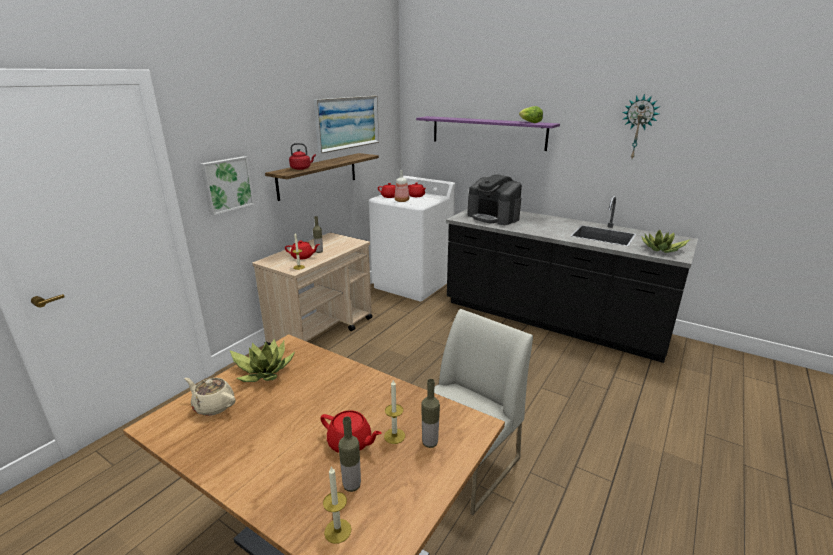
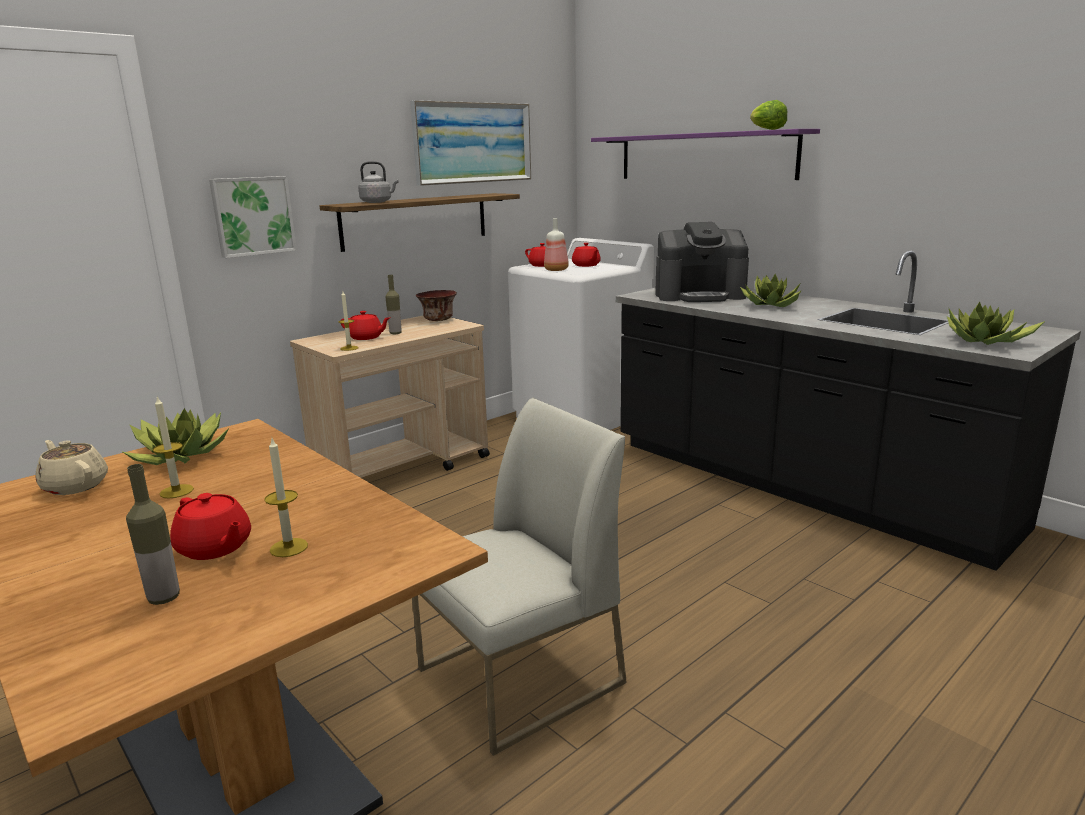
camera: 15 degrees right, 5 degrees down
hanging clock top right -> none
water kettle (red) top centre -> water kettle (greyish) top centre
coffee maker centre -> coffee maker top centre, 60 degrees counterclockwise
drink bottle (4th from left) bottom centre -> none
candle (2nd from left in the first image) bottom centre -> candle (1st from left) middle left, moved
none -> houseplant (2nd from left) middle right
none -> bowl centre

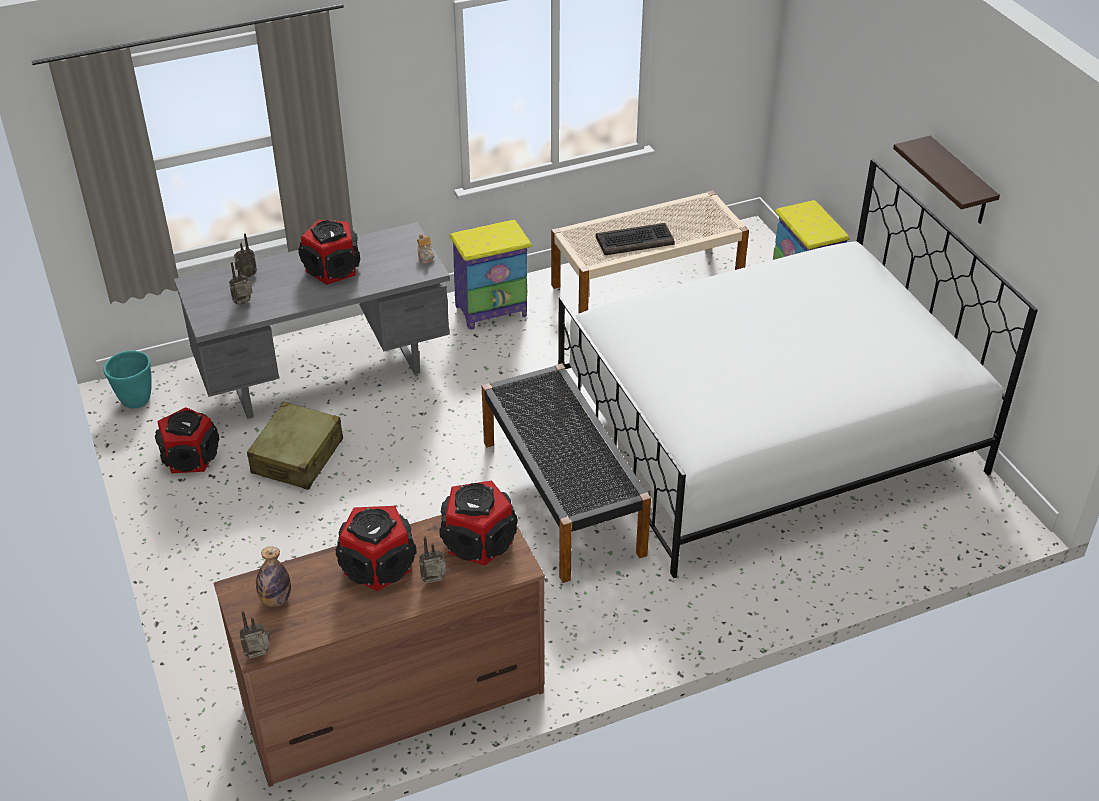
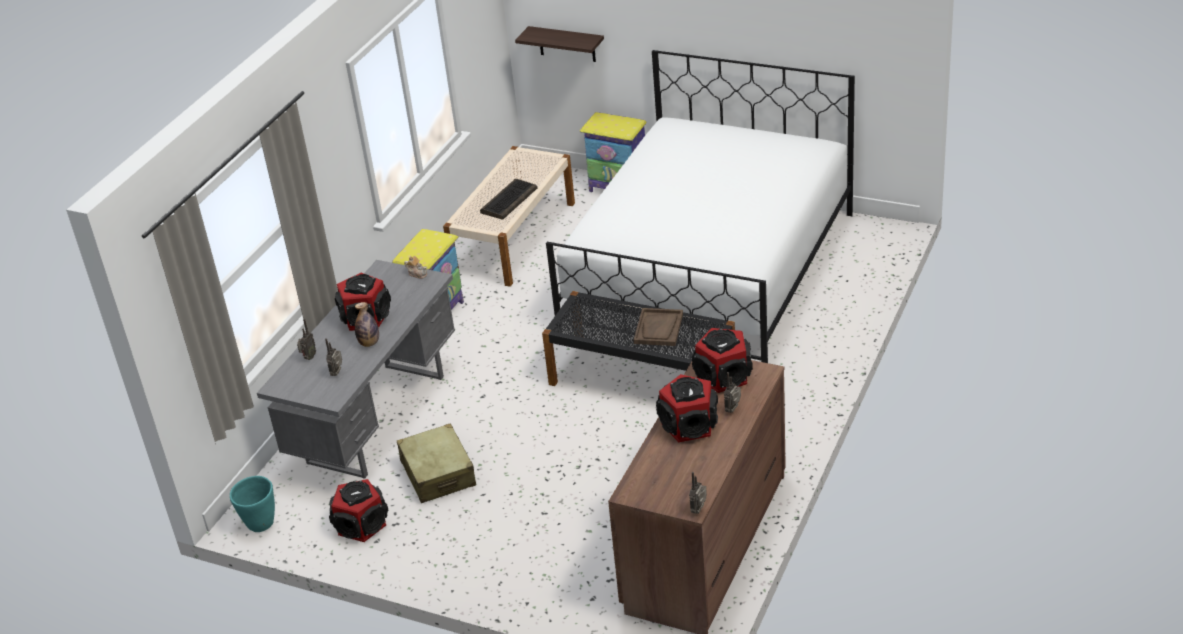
camera: 40 degrees left, 5 degrees down
wall shelf top right -> wall shelf top centre, moved
drink bottle bottom left -> drink bottle middle left, moved
none -> carrying tray (brown-coloured) centre

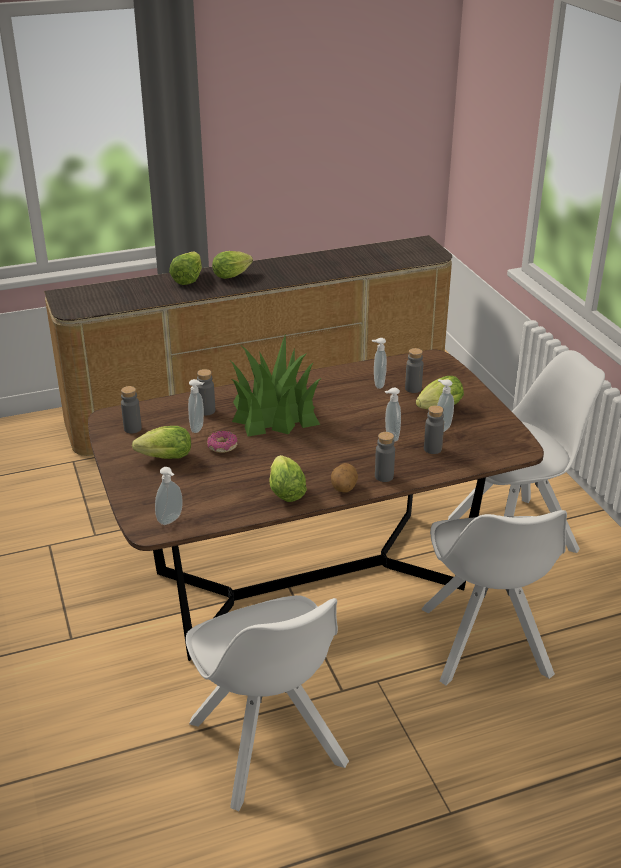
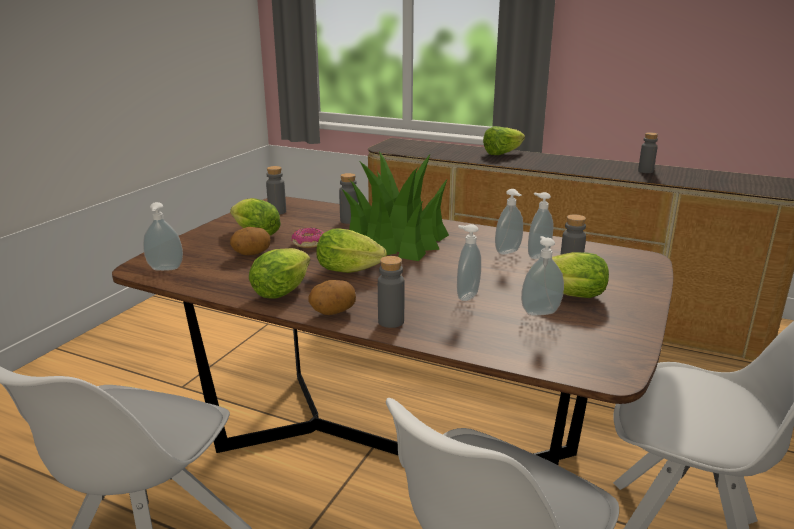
camera: 45 degrees right, 10 degrees down
lettuce (3rd from left) top centre -> lettuce (3rd from left) centre, moved
soap bottle (2nd from left in the first image) middle left -> soap bottle (3rd from left) centre, moved
drink bottle (greyish) (5th from left) middle right -> drink bottle (greyish) (5th from left) top right, moved
none -> potato (1st from left) middle left

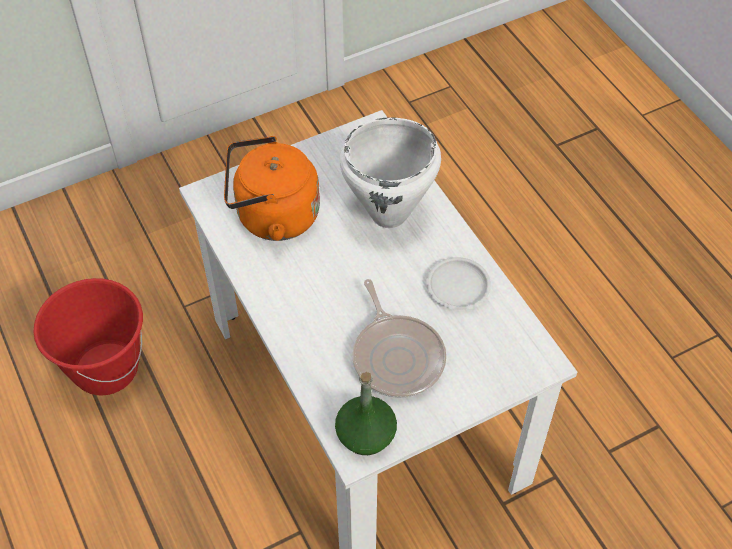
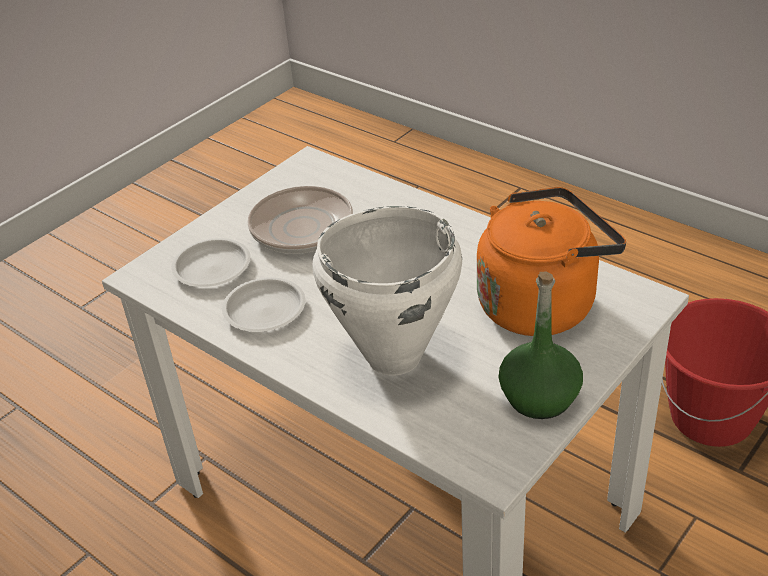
camera: 160 degrees right, 15 degrees down
drink bottle (green) bottom centre -> drink bottle (green) middle right, moved
none -> plate (white) (1st from left) middle left

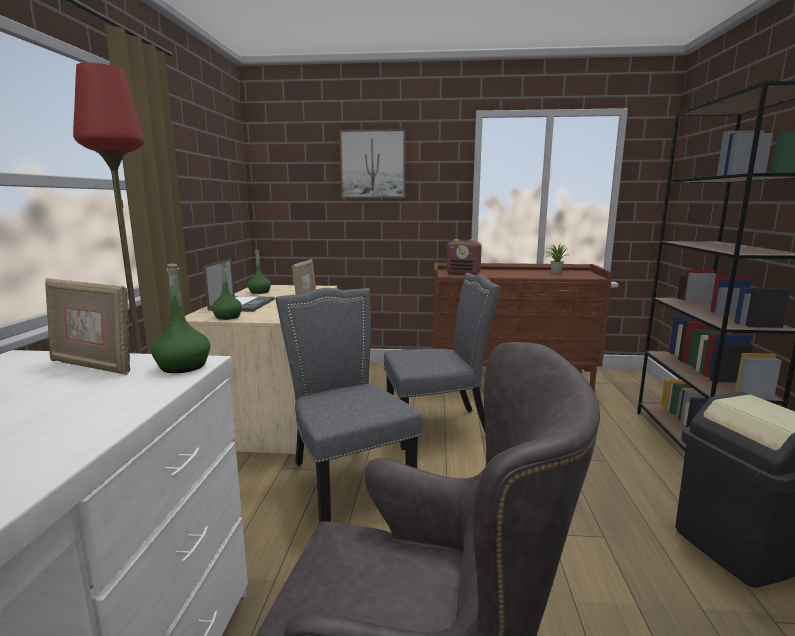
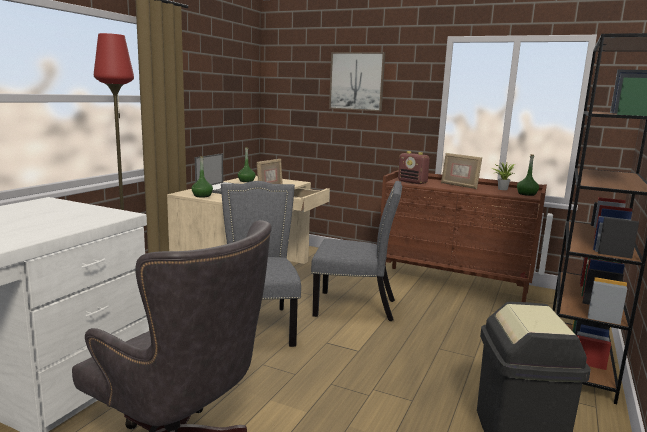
camera: 20 degrees right, 0 degrees up
drink bottle (green) (1st from left in the first image) middle left -> drink bottle (green) (3rd from left) middle right, moved
photo frame (1st from left in the first image) middle left -> photo frame (2nd from left) middle right, moved

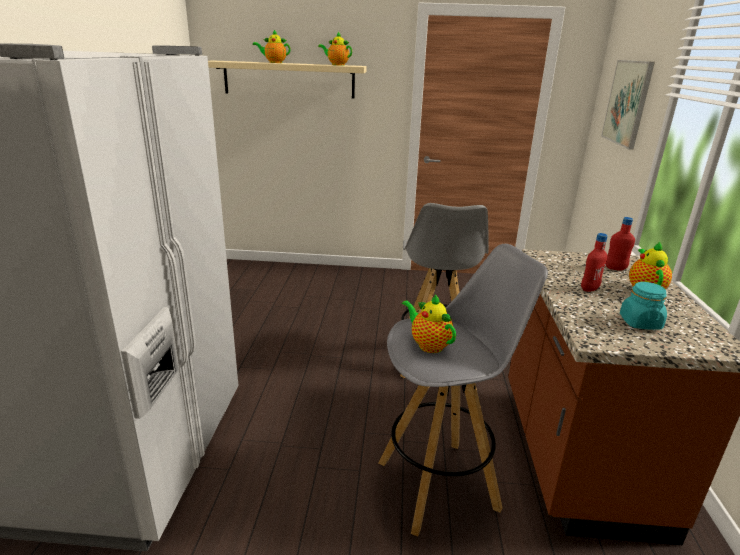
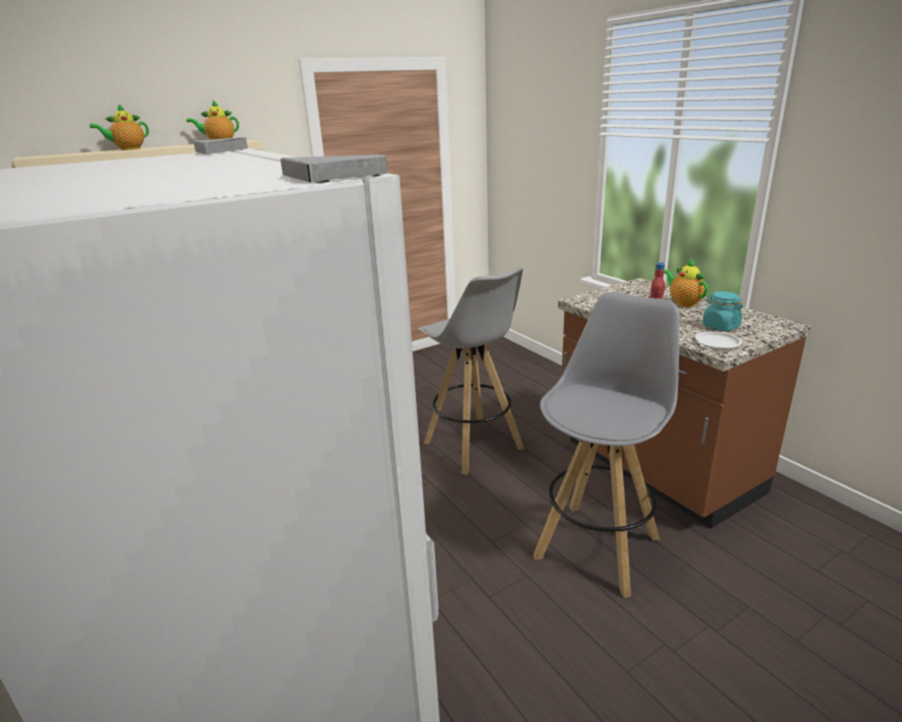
camera: 35 degrees left, 0 degrees up
wall art top right -> none
drink bottle (red) (2nd from left) middle right -> none
pot for tea (3rd from left) centre -> none
none -> plate (white) middle right

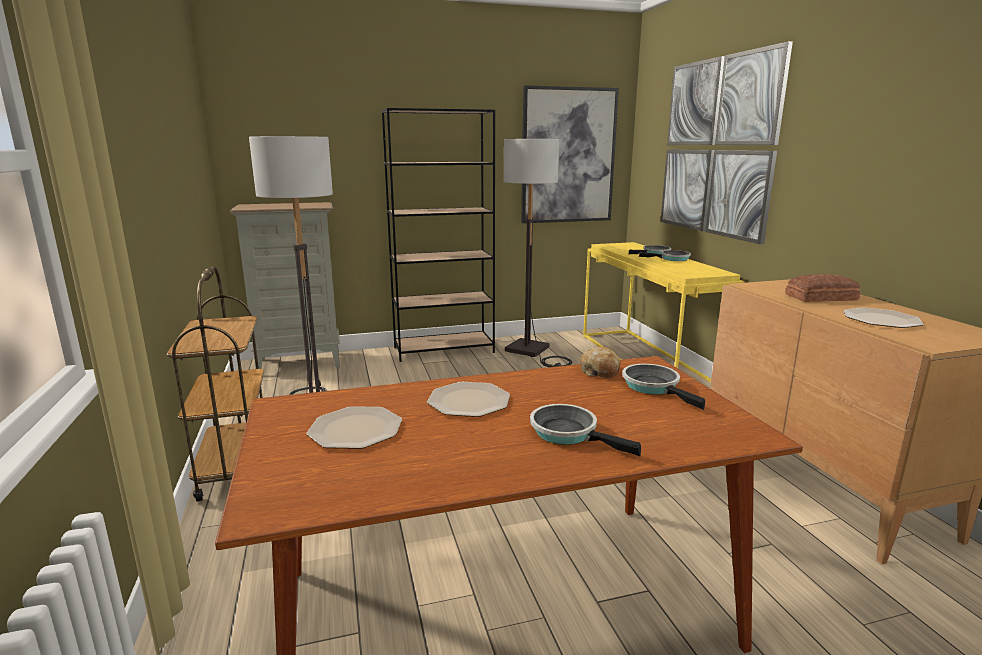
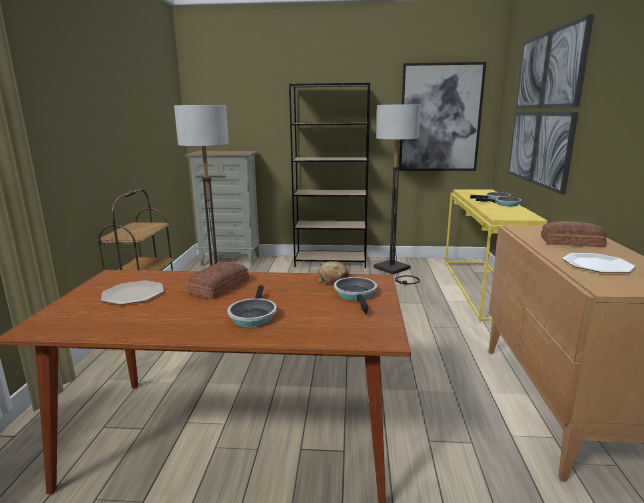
camera: 20 degrees right, 0 degrees up
plate (2nd from left) centre -> baked bread (1st from left) centre
skillet (1st from left) centre, 150 degrees counterclockwise

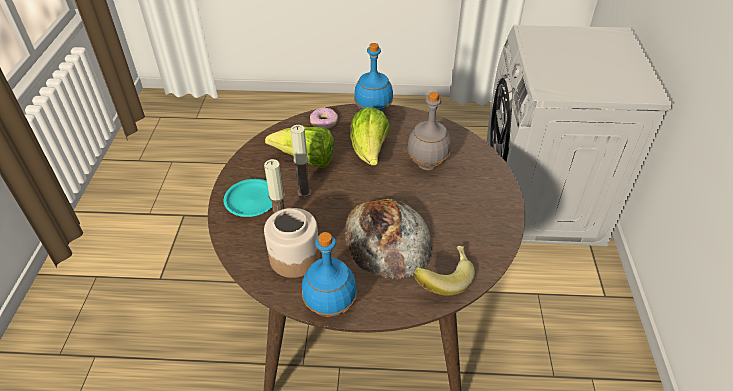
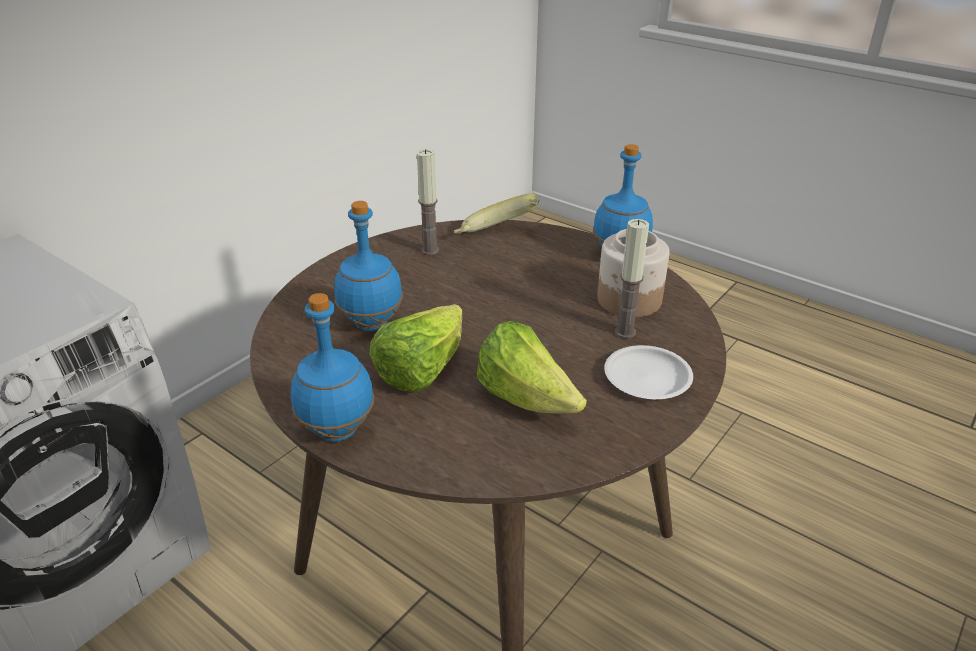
camera: 145 degrees left, 10 degrees down
drink bottle (greyish) centre -> drink bottle (blue-coloured) (2nd from left) centre
doughnut top centre -> none
candle (2nd from left in the first image) centre -> candle (1st from left) top centre, moved
plate (blue-green) centre -> plate (white) centre
baked bread centre -> none

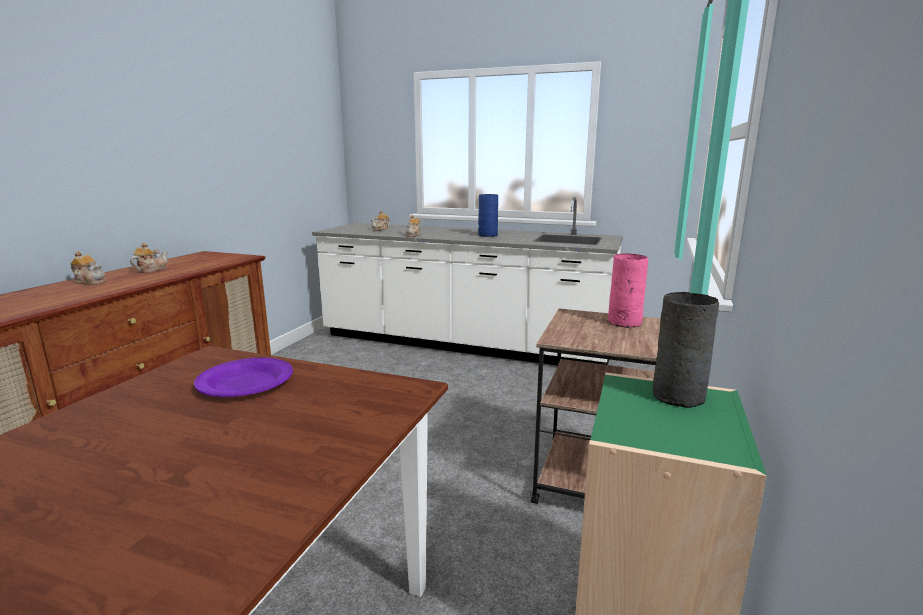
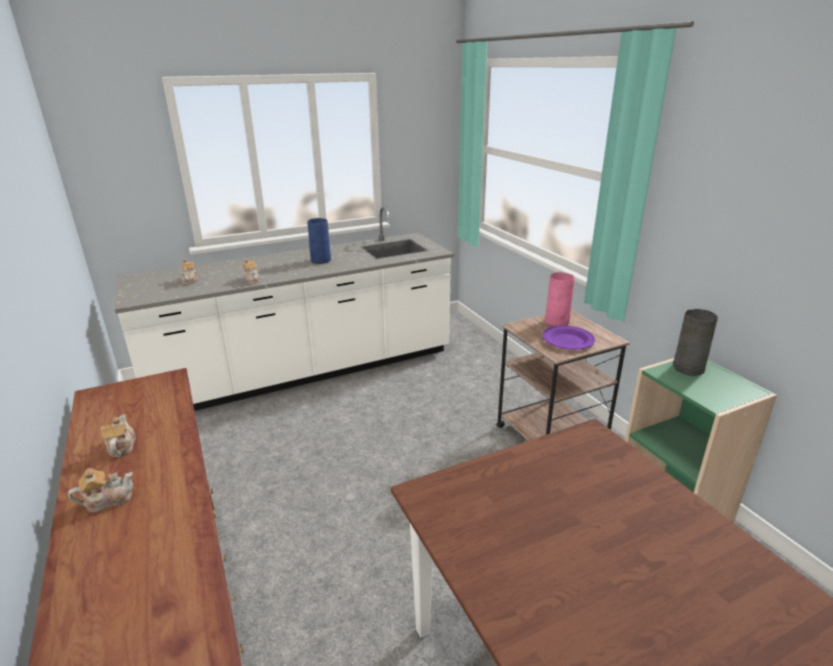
camera: 45 degrees left, 10 degrees up
plate (purplish) middle left -> plate (purplish) middle right, moved

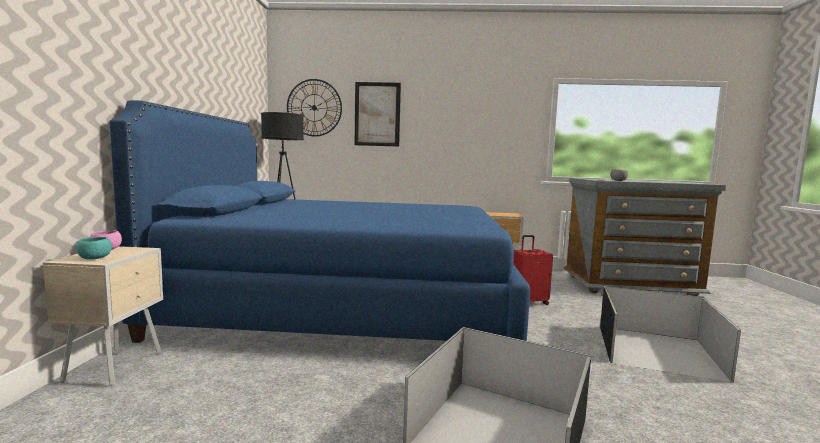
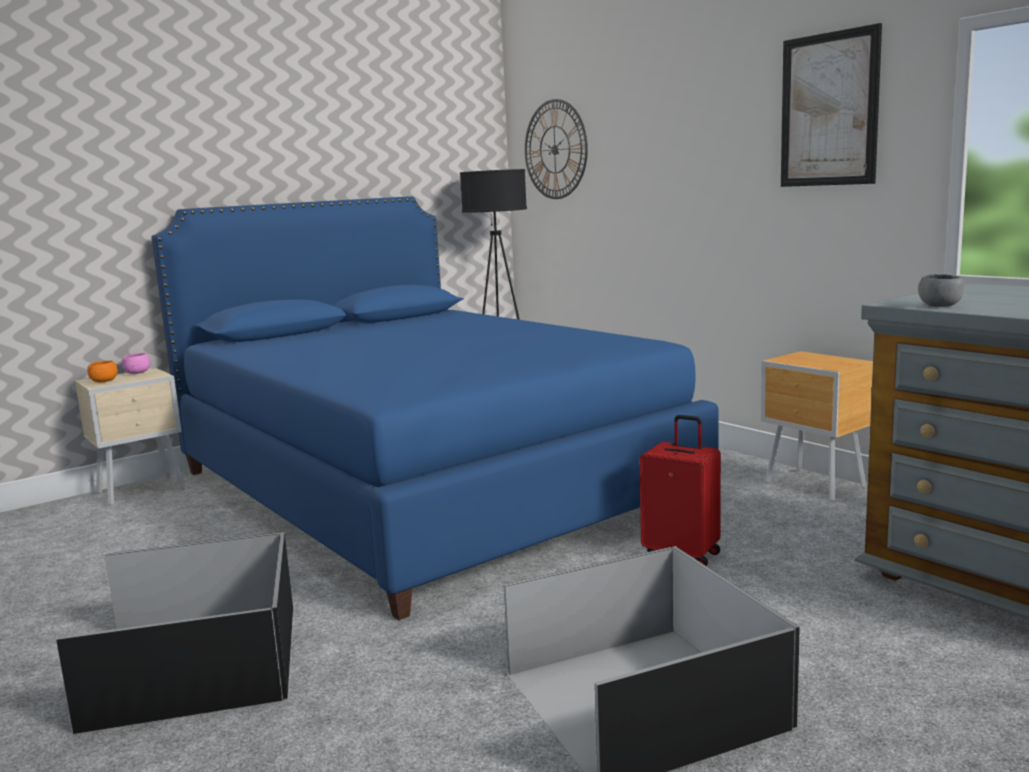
camera: 50 degrees right, 5 degrees up
wall art top centre -> wall art top right, moved
bowl (blue-green) middle left -> bowl (orange-coloured) middle left

